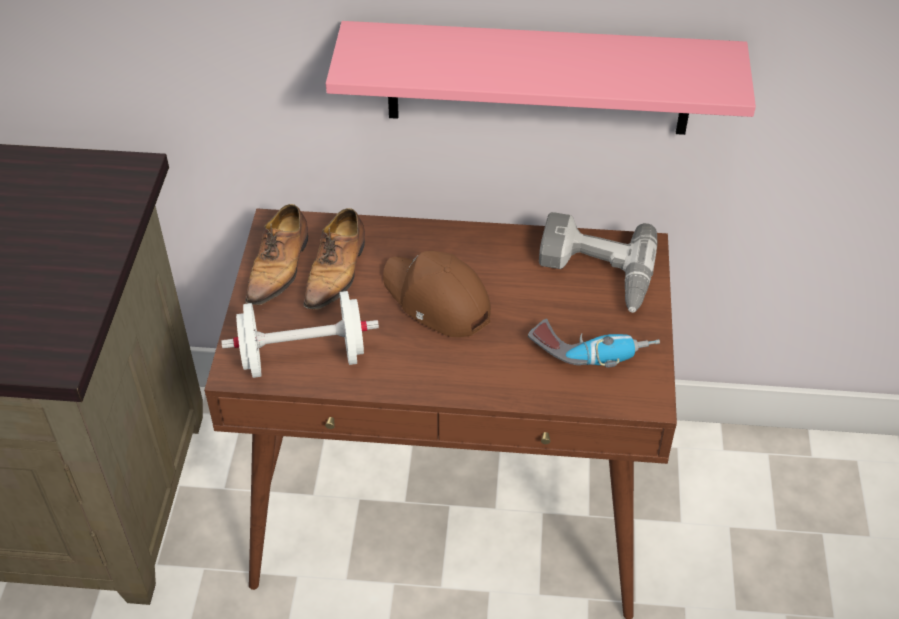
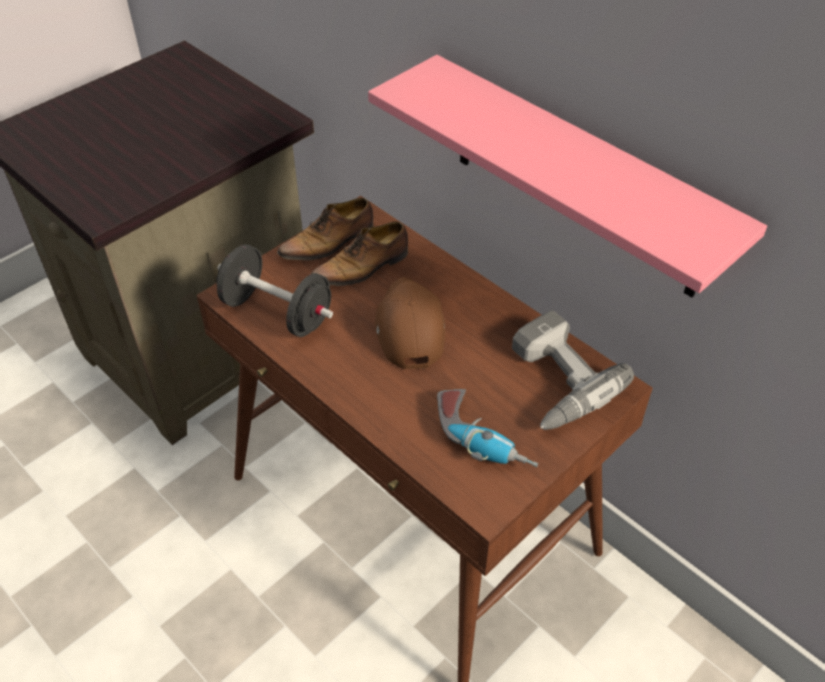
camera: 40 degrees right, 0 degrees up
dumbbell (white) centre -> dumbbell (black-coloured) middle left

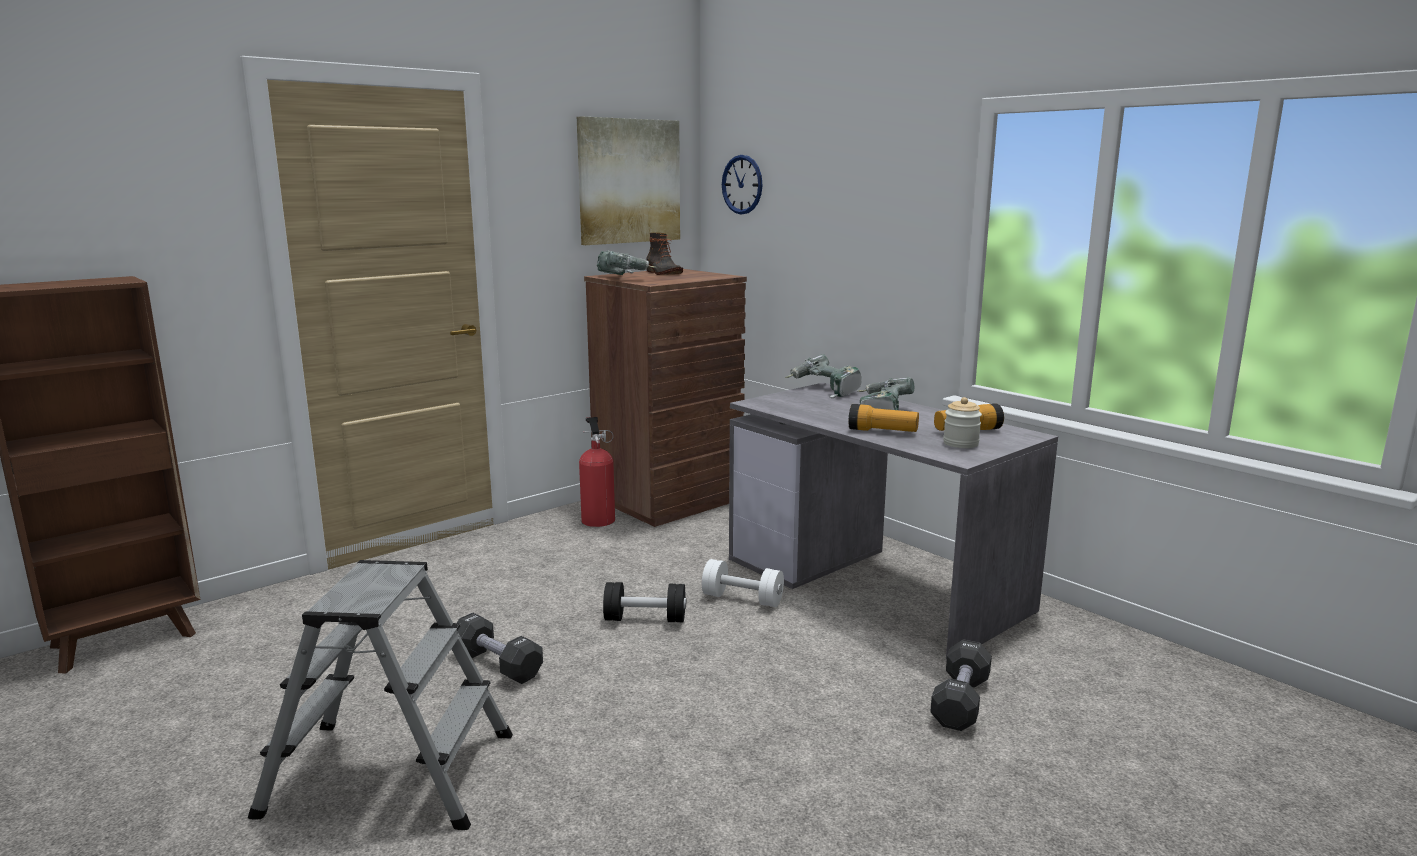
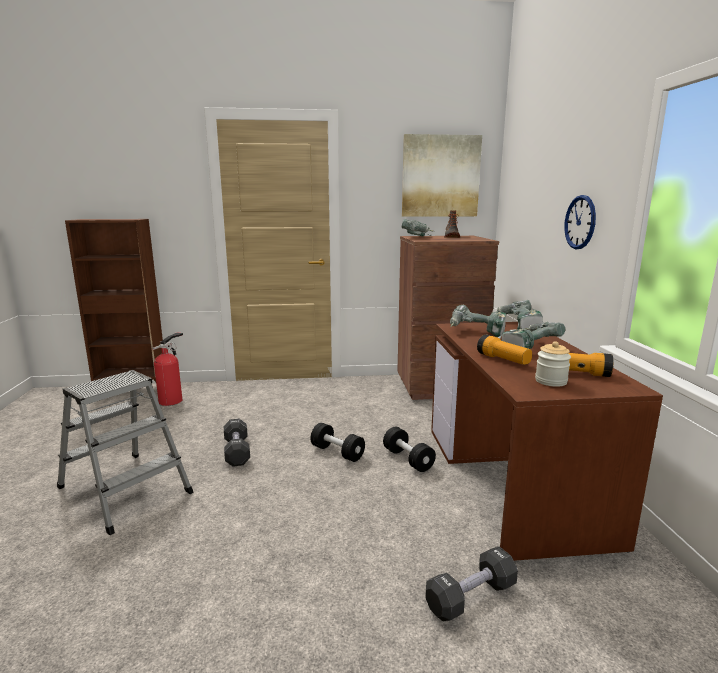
camera: 35 degrees right, 0 degrees up
hanging clock top centre -> hanging clock top right, moved
desk unit (greyish) centre -> desk unit (brown-coloured) middle right
fire extinguisher centre -> fire extinguisher middle left, moved
dumbbell (white) bottom centre -> dumbbell (black-coloured) (3rd from left) bottom centre
none -> drill (2nd from left) centre

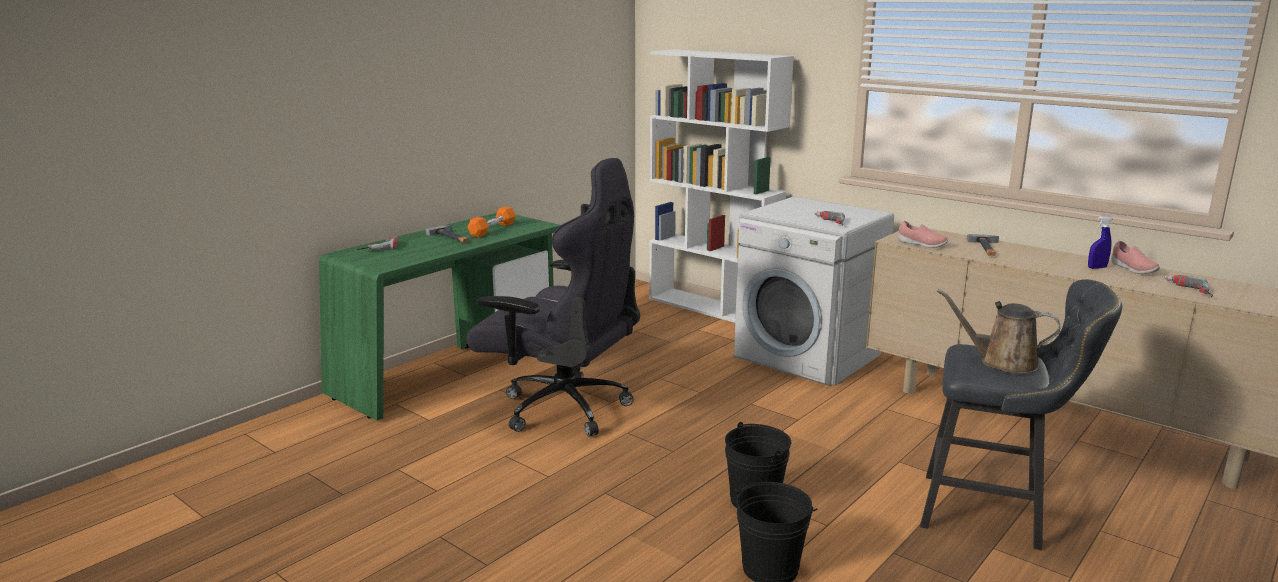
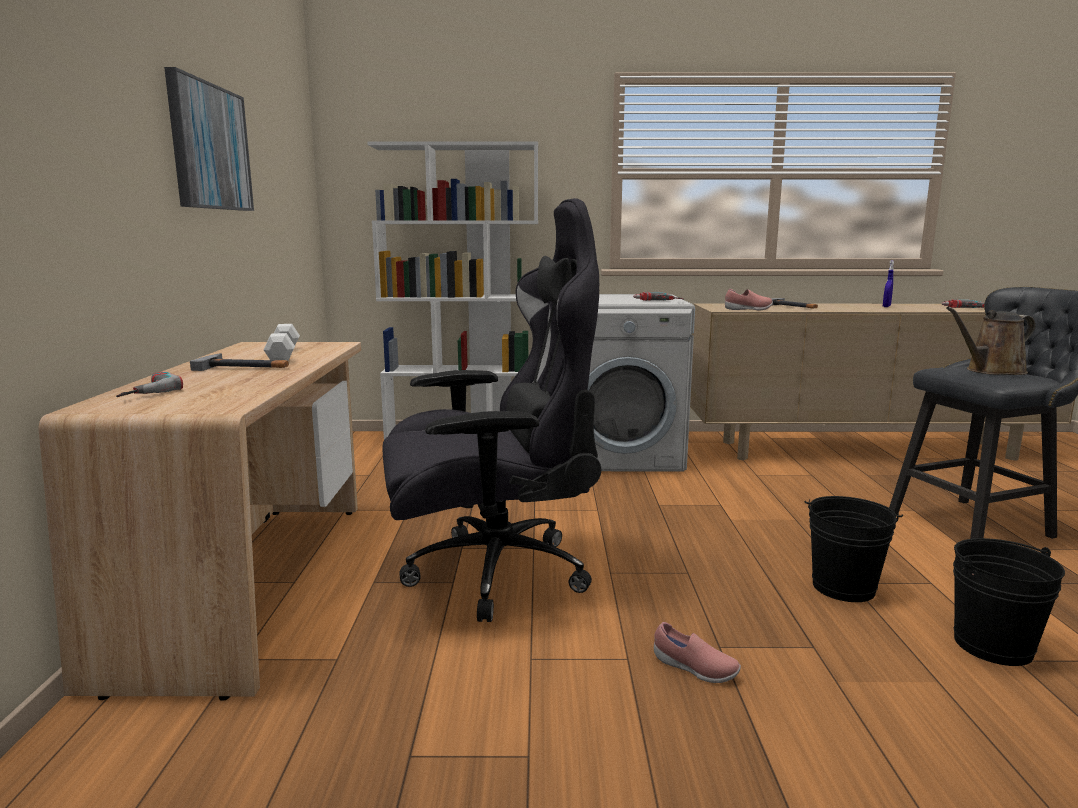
camera: 40 degrees left, 5 degrees down
dumbbell (orange-coloured) centre -> dumbbell (white) middle left
desk unit (green) centre -> desk unit (beige) middle left
low shoe (pinkish) (2nd from left in the first image) middle right -> low shoe (pinkish) (1st from left) bottom centre, moved
none -> wall art top left

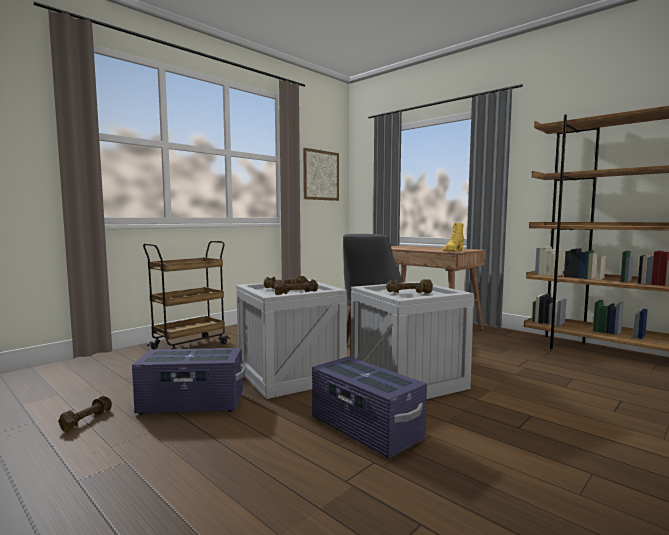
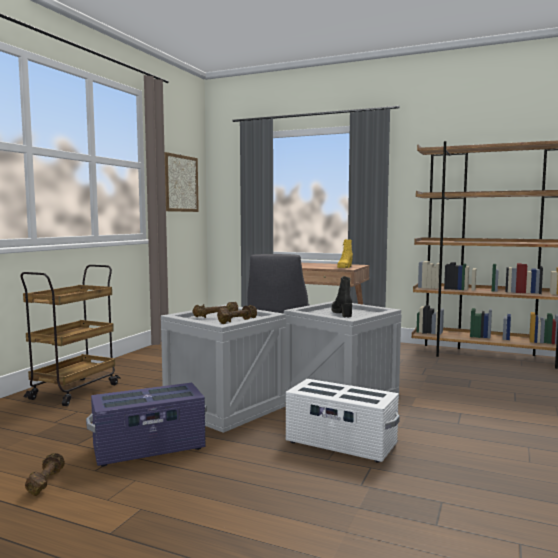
camera: 20 degrees left, 0 degrees up
dumbbell (brown-coloured) (4th from left) centre -> high-top boot (black-coloured) centre
storage container (purplish) (2nd from left) bottom centre -> storage container (white) bottom centre

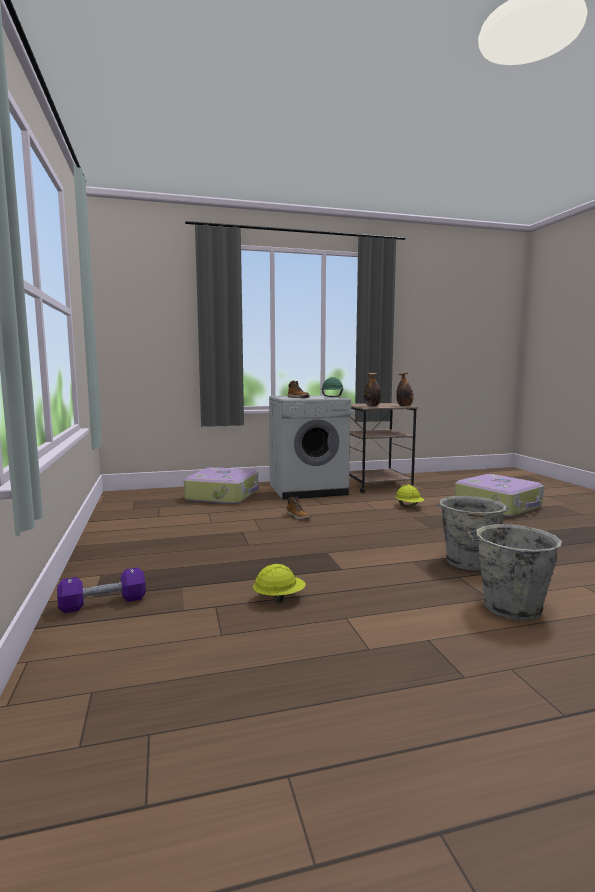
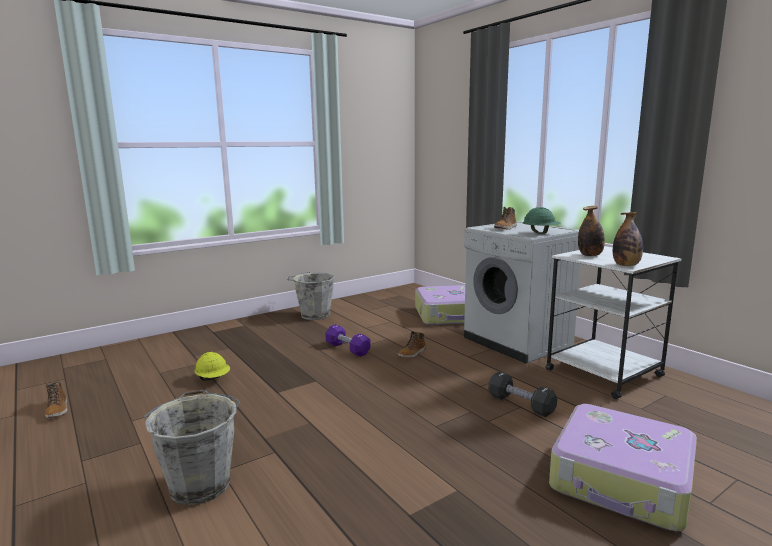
camera: 70 degrees right, 5 degrees up
trolley (brown-coloured) centre -> trolley (white) middle right
safety helmet (yellow-coloured) (2nd from left) middle right -> dumbbell (black-coloured) bottom right
bucket (greyish) (1st from left in the first image) middle right -> bucket (greyish) (2nd from left) centre, moved
dumbbell (purplish) middle left -> dumbbell (purplish) centre, moved
none -> high-top boot (1st from left) bottom left

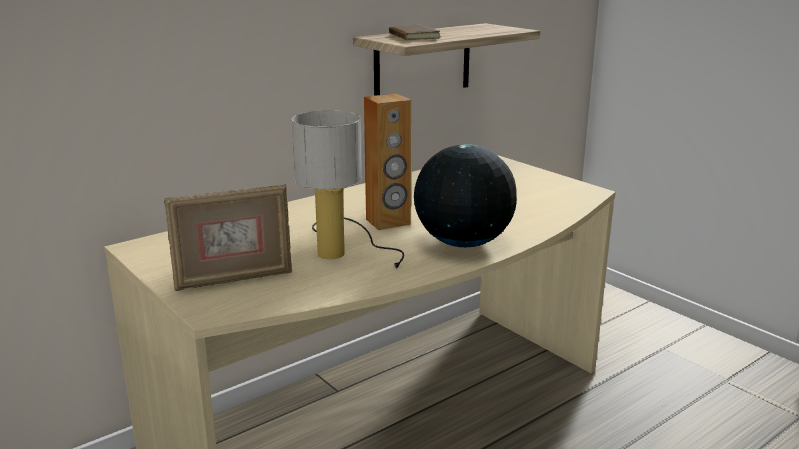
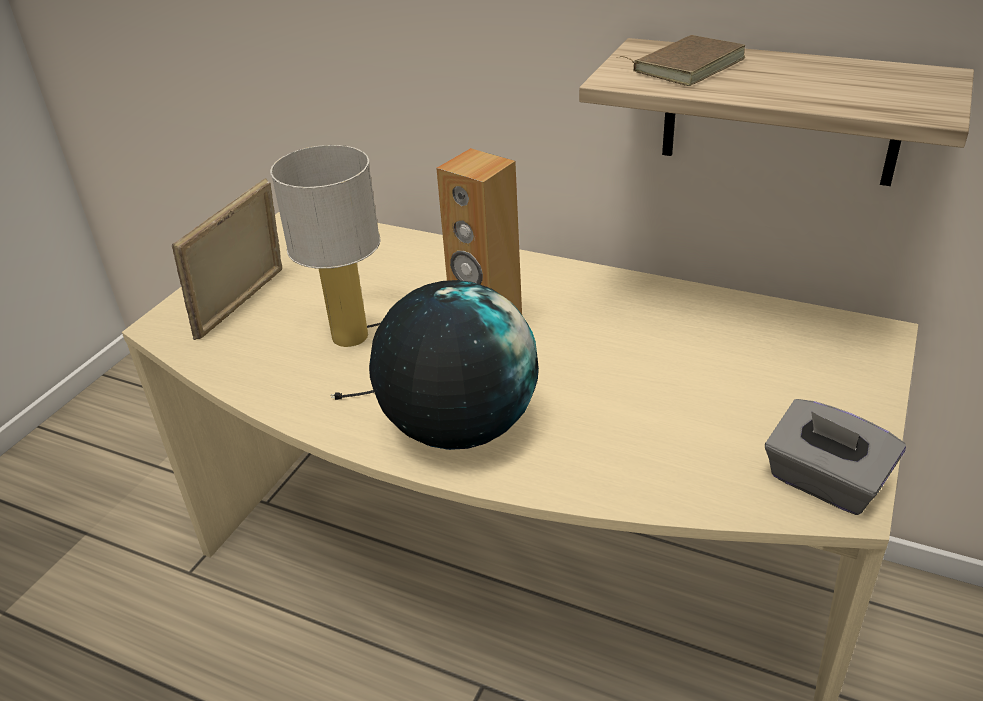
camera: 65 degrees right, 15 degrees up
photo frame middle left, 75 degrees clockwise
none -> tissue box (greyish) middle right

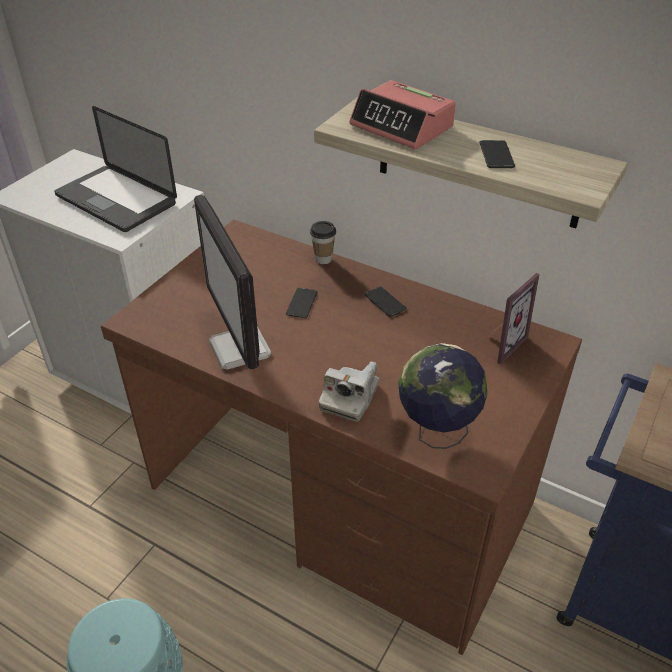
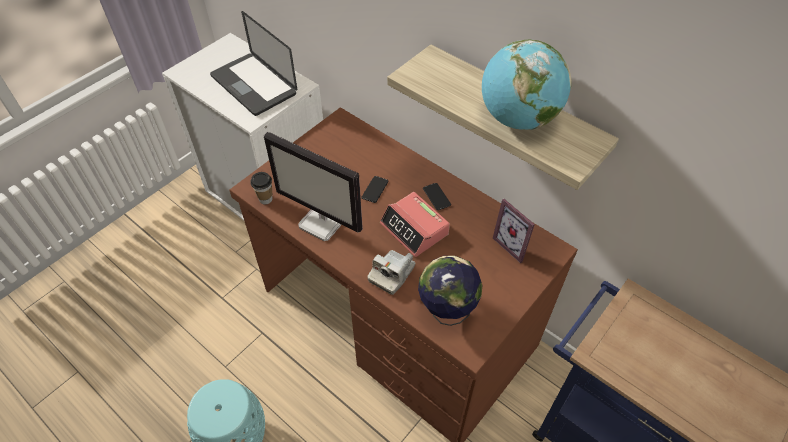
camera: 10 degrees right, 10 degrees up
bedside clock top centre -> bedside clock centre, moved
handset (3rd from left) top right -> globe (2nd from left) top right
computer display centre, 45 degrees counterclockwise
small cup centre -> small cup middle left, moved
photo frame middle right -> photo frame centre, 90 degrees clockwise

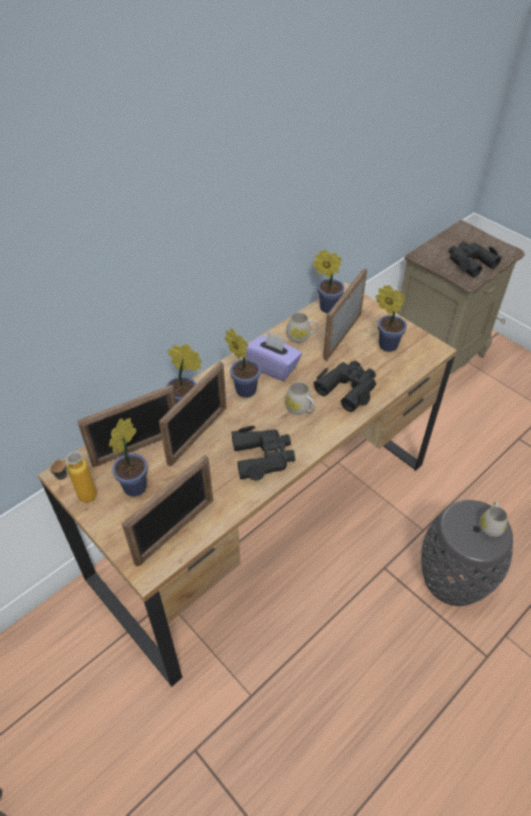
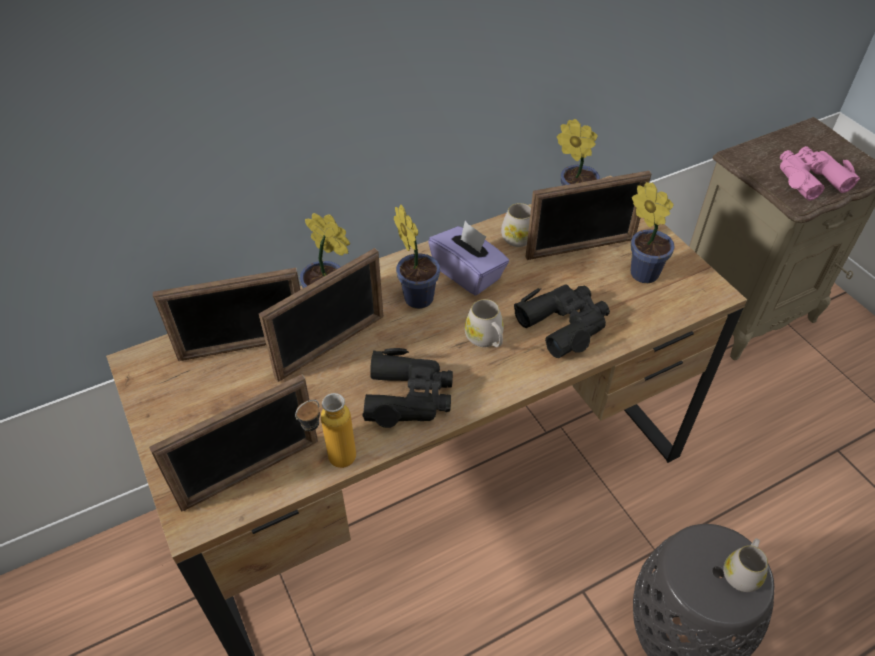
camera: 15 degrees right, 0 degrees up
pair of binoculars (black-coloured) (3rd from left) top right -> pair of binoculars (pinkish) top right
photo frame (4th from left) centre -> photo frame (4th from left) top right, 150 degrees counterclockwise
houseplant (1st from left) middle left -> none
drink bottle middle left -> drink bottle centre, moved

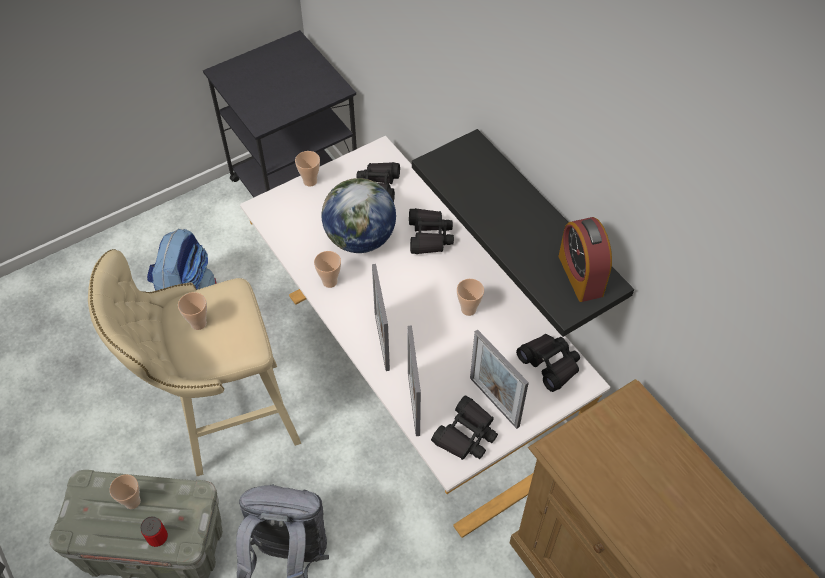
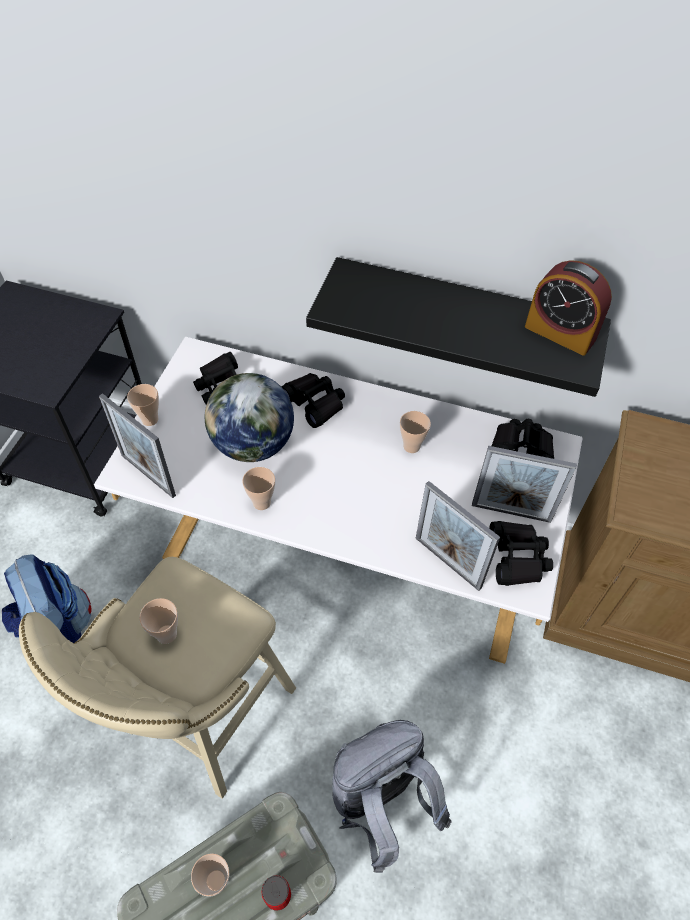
camera: 40 degrees left, 0 degrees up
photo frame (1st from left) centre -> photo frame (1st from left) middle left, moved

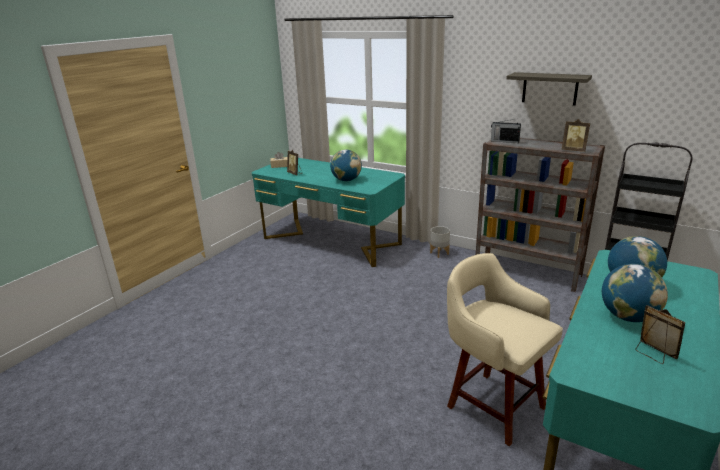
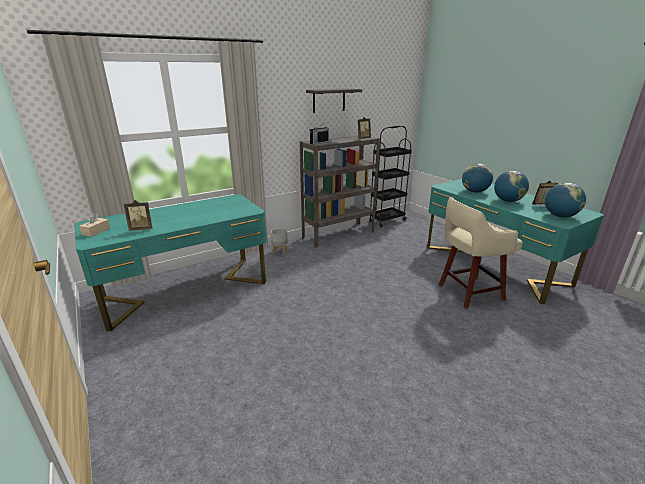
camera: 65 degrees left, 0 degrees up
globe (1st from left in the first image) centre -> globe (3rd from left) middle right, moved

